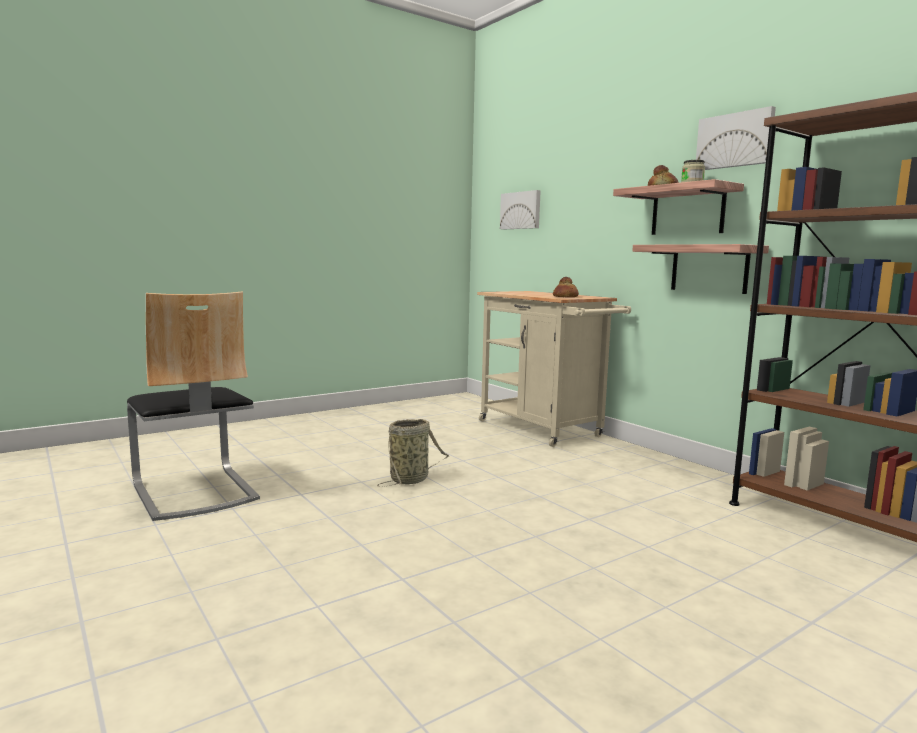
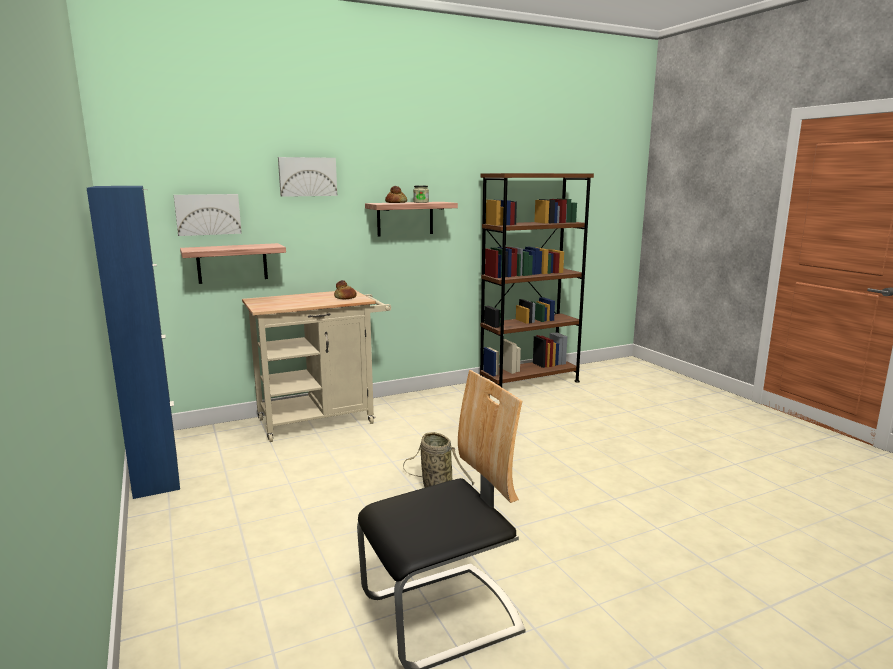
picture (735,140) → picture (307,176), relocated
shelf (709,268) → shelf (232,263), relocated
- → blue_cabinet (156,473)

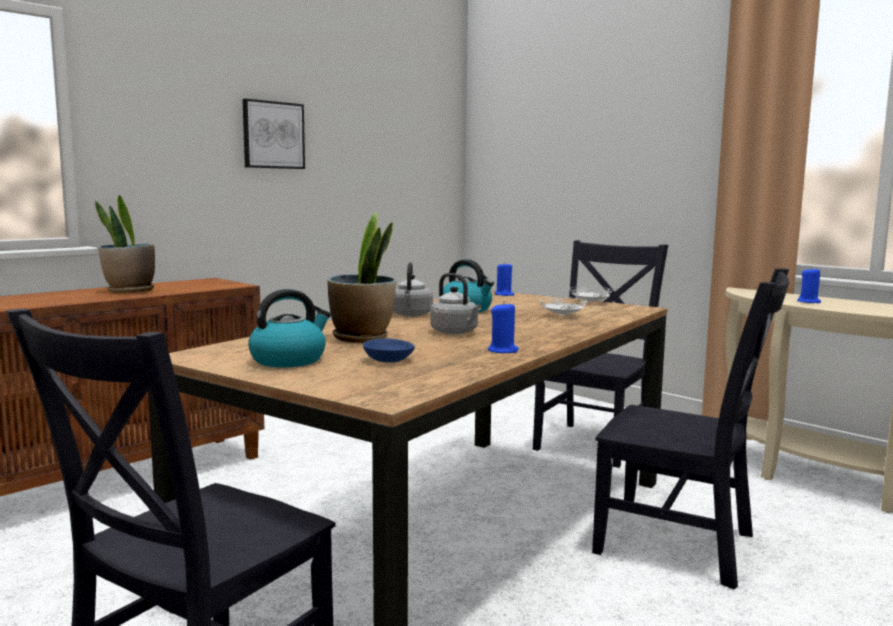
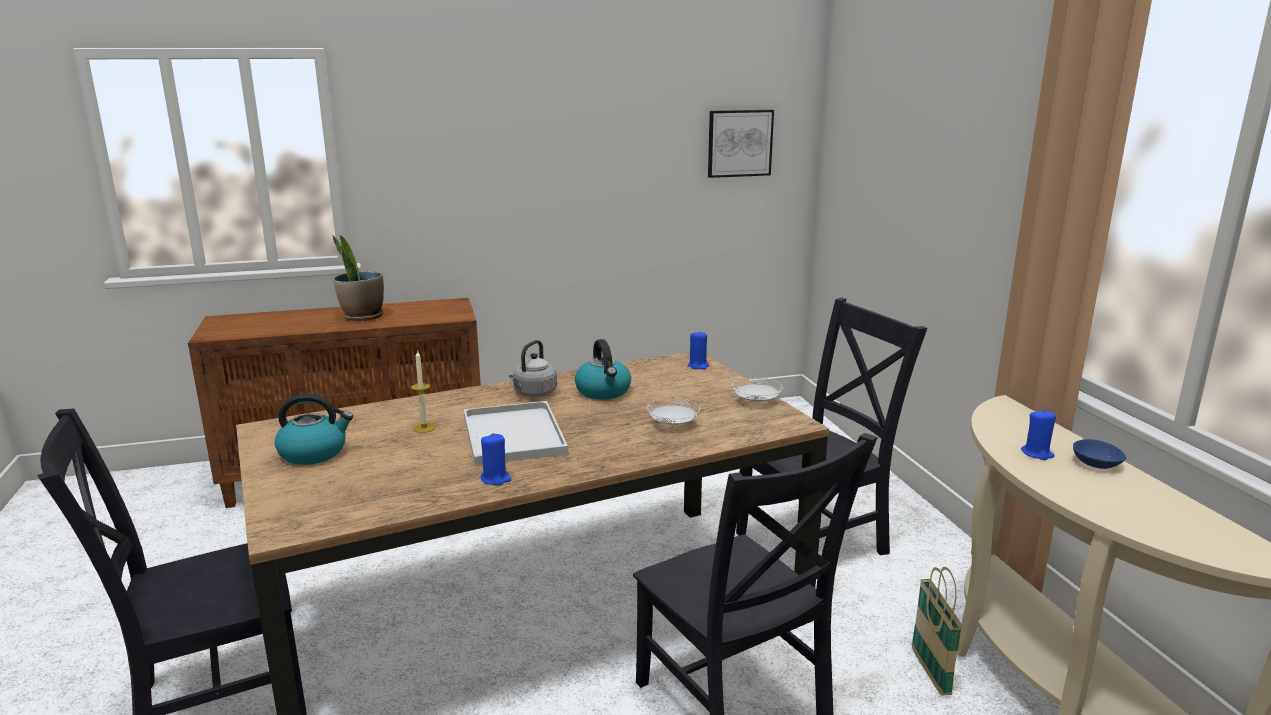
picture (273,135) → picture (739,143), relocated
potted_plant (362,338) → candle (424,428)
grey_kettle (456,332) → white_tray (515,435)
blue_bowl (387,360) → blue_bowl (1094,463), relocated
- → basket (930,672)

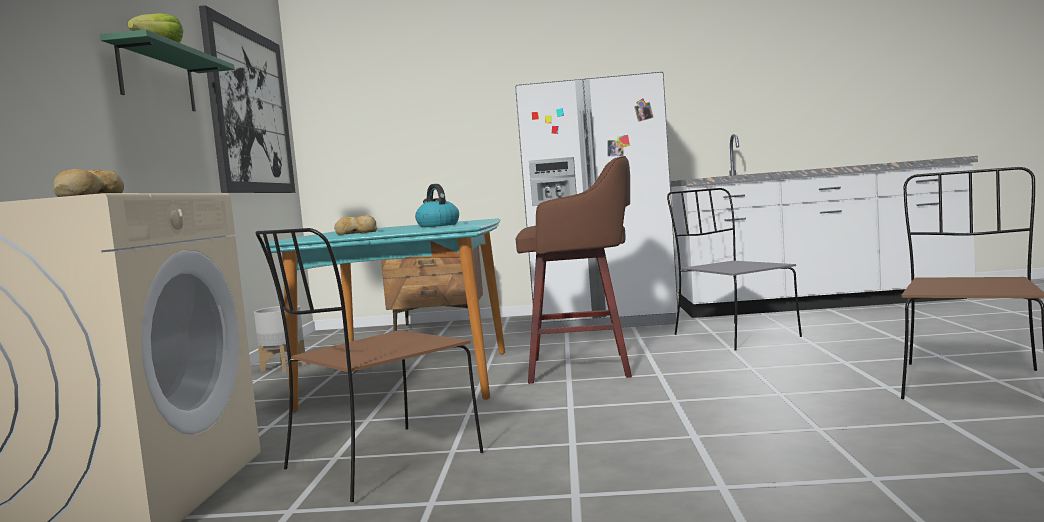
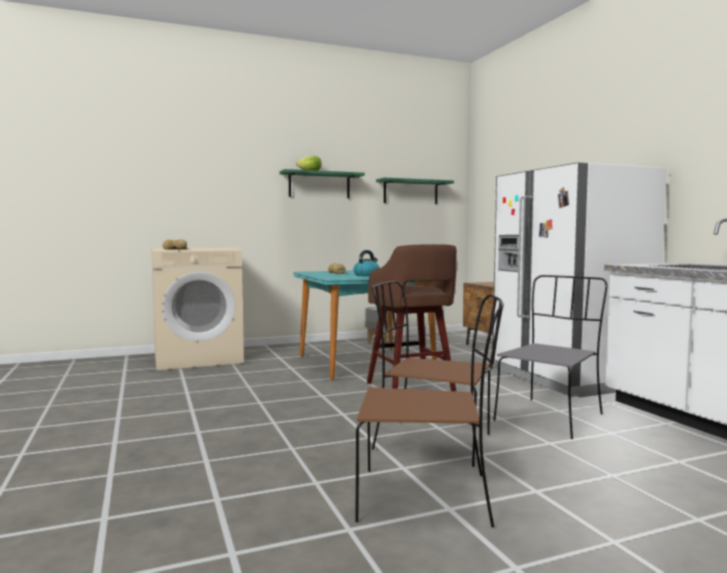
picture (250,111) → green_shelf (410,192)
brown_chair (379,463) → brown_chair (429,442), relocated

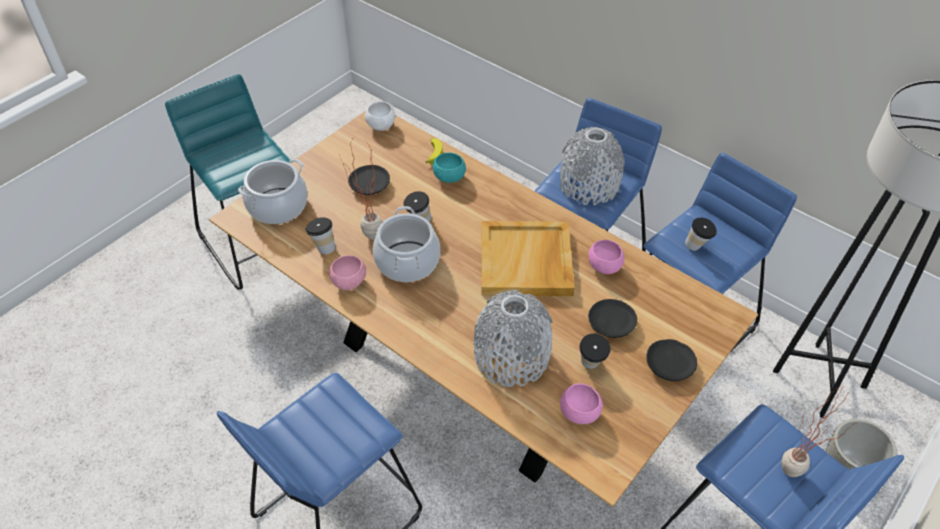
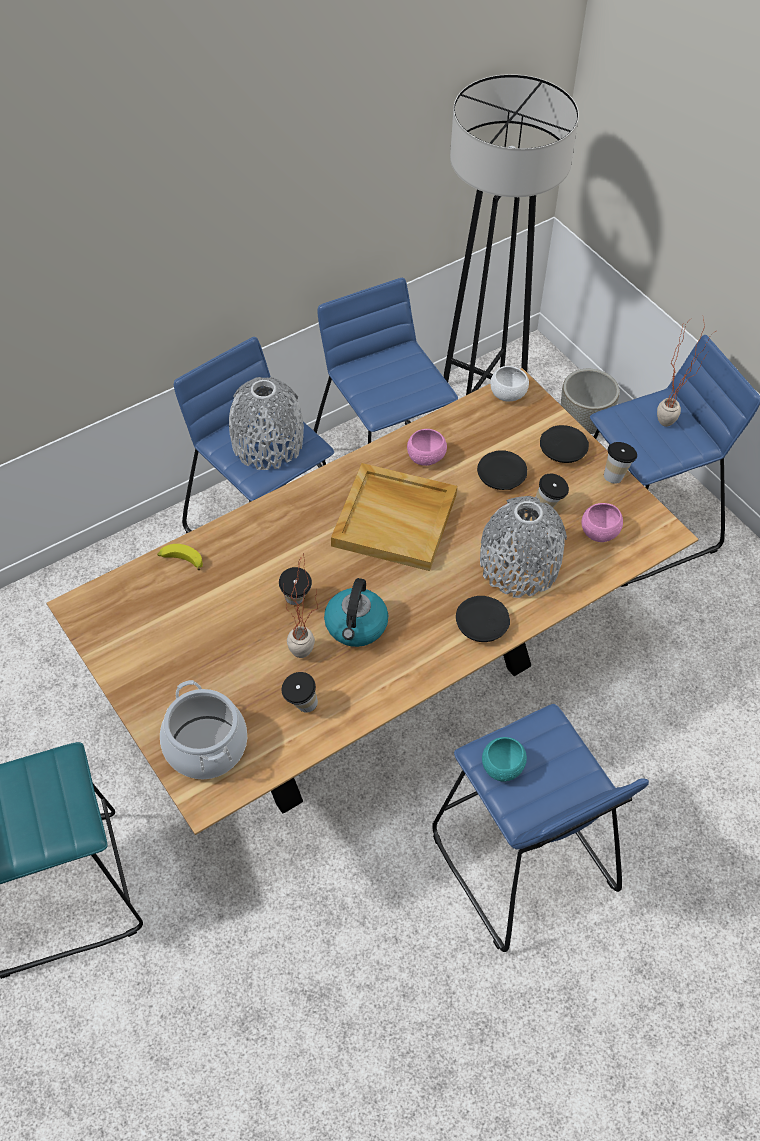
white_bowl (381,126) → white_bowl (508,395), relocated
turquoise_bowl (449,177) → turquoise_bowl (502,768), relocated
black_plate (369,185) → black_plate (482,625), relocated
cooking_pot (407,262) → kettle (356,626)
cup (697,247) → cup (616,475), relocated
pink_bowl (349,282) → -

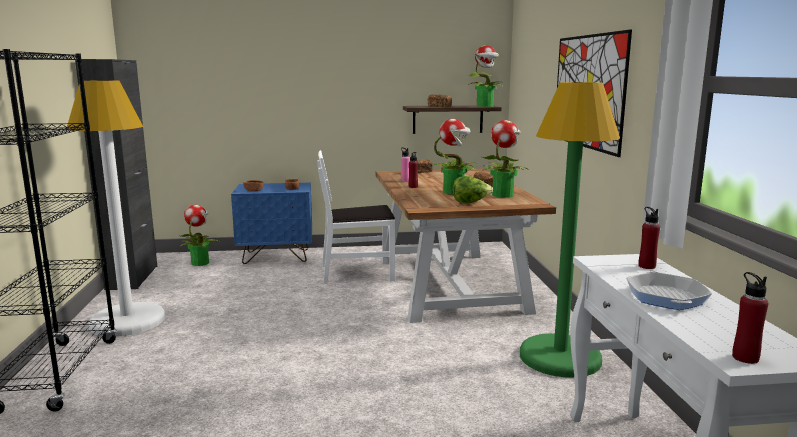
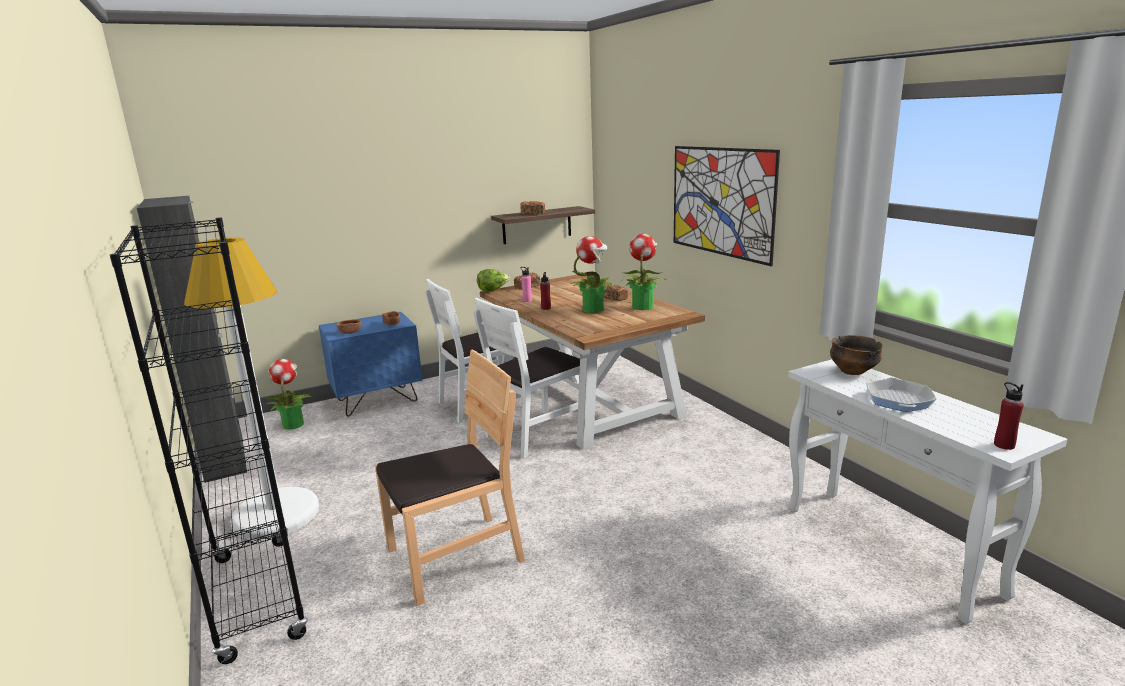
potted_plant (485,106) → -
green_floor_lamp (559,357) → -
lettuce (470,203) → lettuce (493,290), relocated
red_bottle (646,266) → bowl (853,371)
frying_pan (666,297) → frying_pan (898,400), 150 degrees counterclockwise
- → white_chair (537,433)
- → brown_chair (455,556)

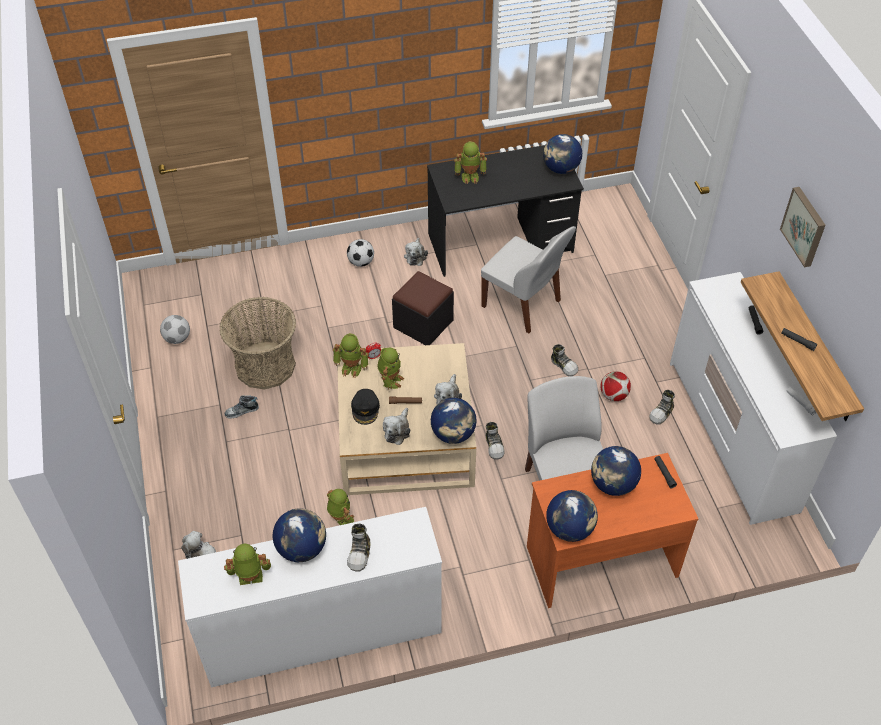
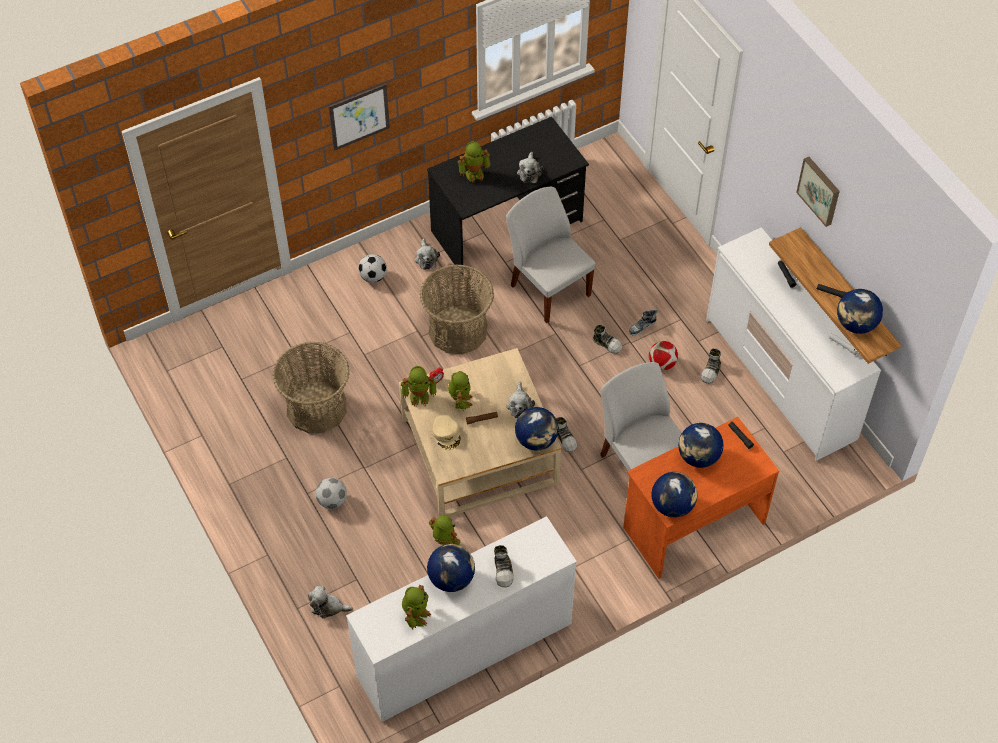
globe (561,169) → globe (856,324), relocated
white_chair (523,305) → white_chair (549,289), 150 degrees counterclockwise
black_ottoman (423,324) → basket (458,330)
football (177,338) → football (332,501), relocated
black_cap (365,409) → beige_cap (447,434)
shoe (242,411) → shoe (642,326), relocated
plush_toy (397,430) → plush_toy (529,172), relocated
toy_robot (250,578) → toy_robot (416,615), 135 degrees clockwise
- → picture (359,116)

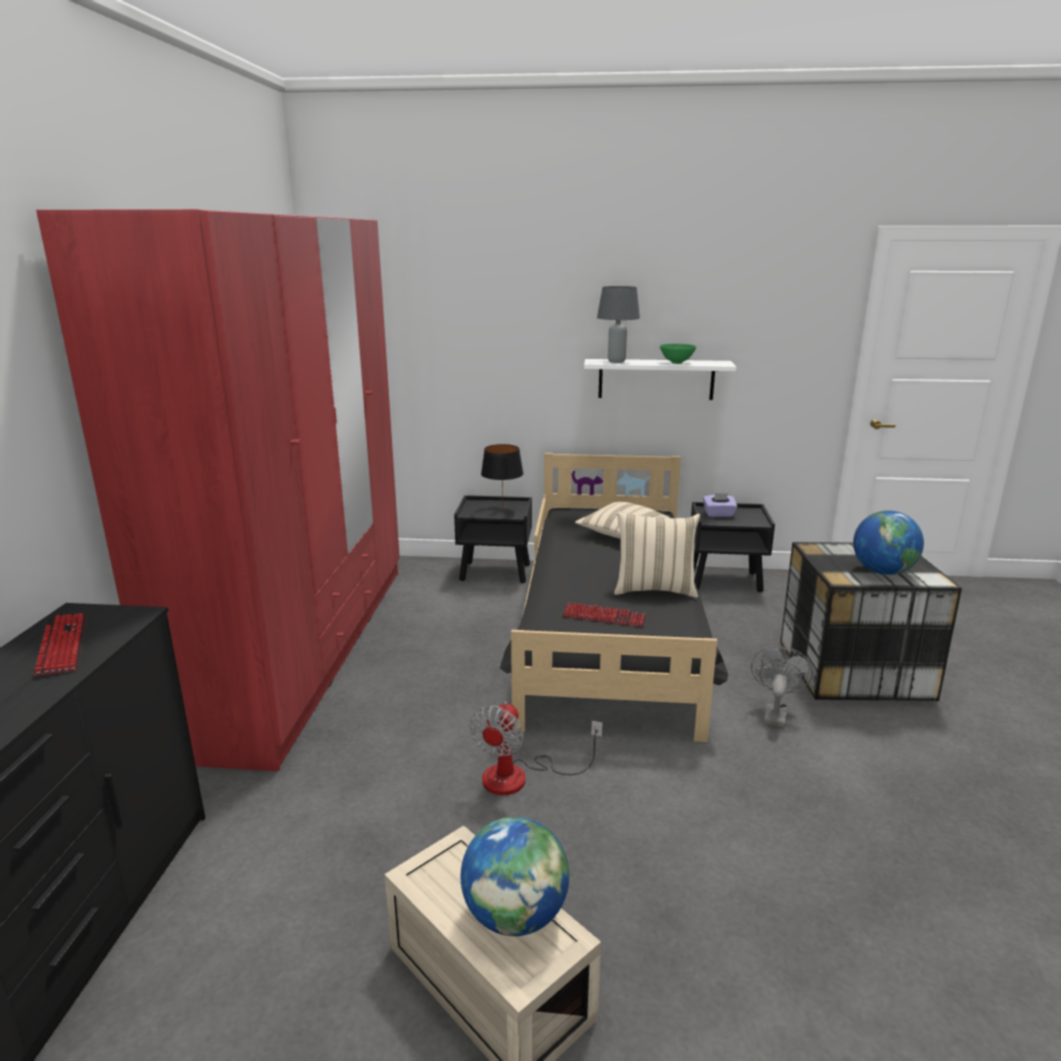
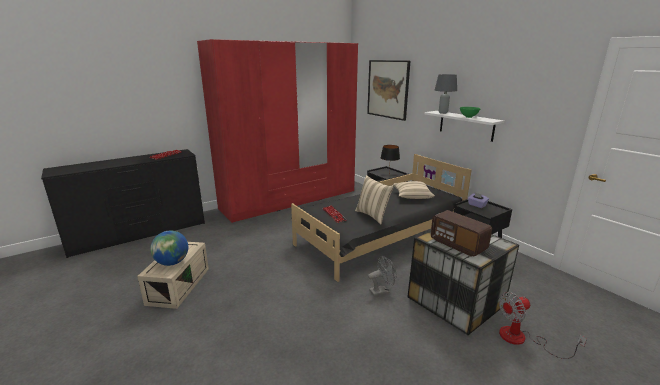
globe (882,572) → radio (458,245)
fan (520,776) → fan (522,339), relocated
- → picture (388,89)

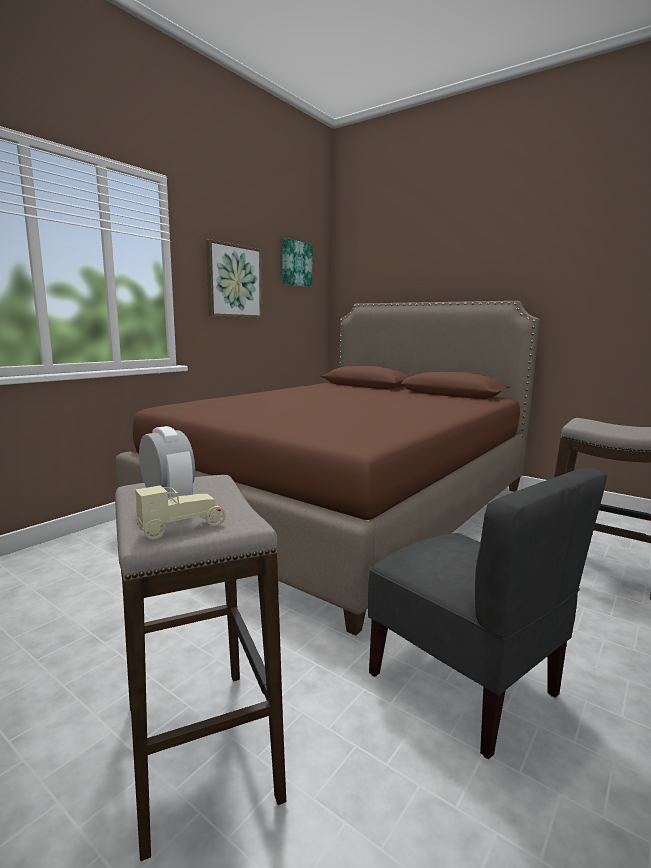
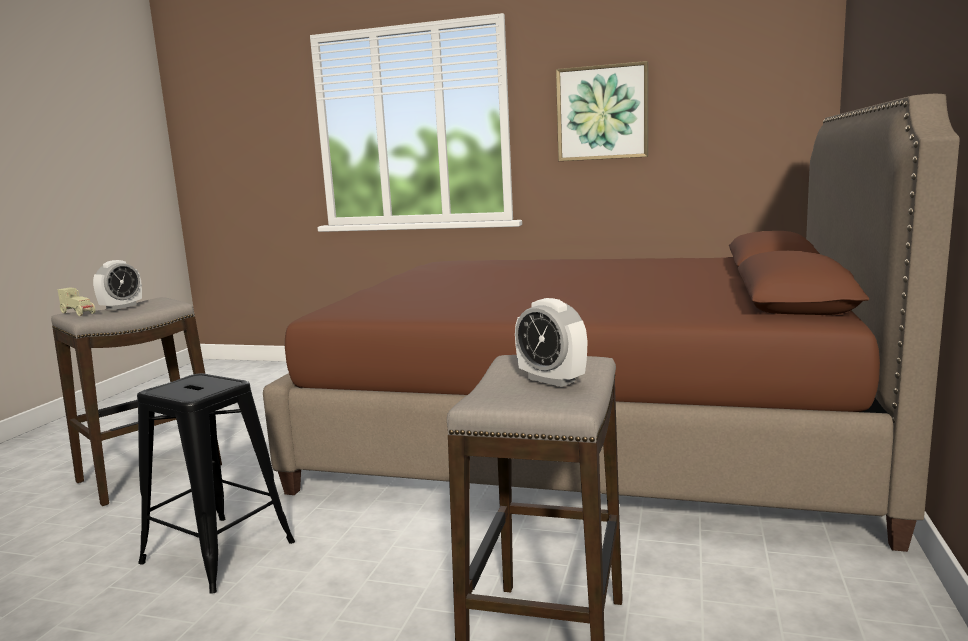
picture (296,263) → -
grey_chair (464,683) → black_stool (219,552)
- → alarm_clock (551,380)

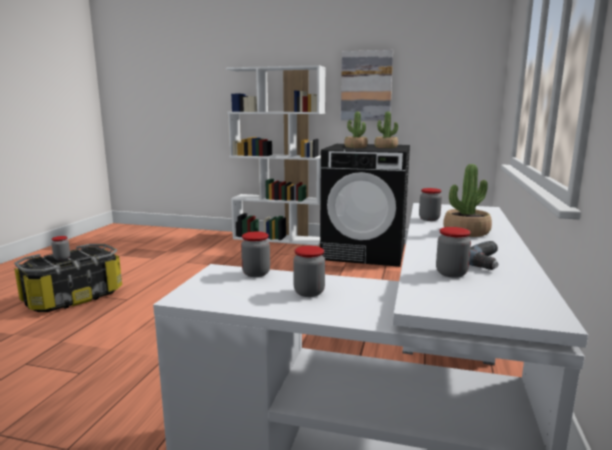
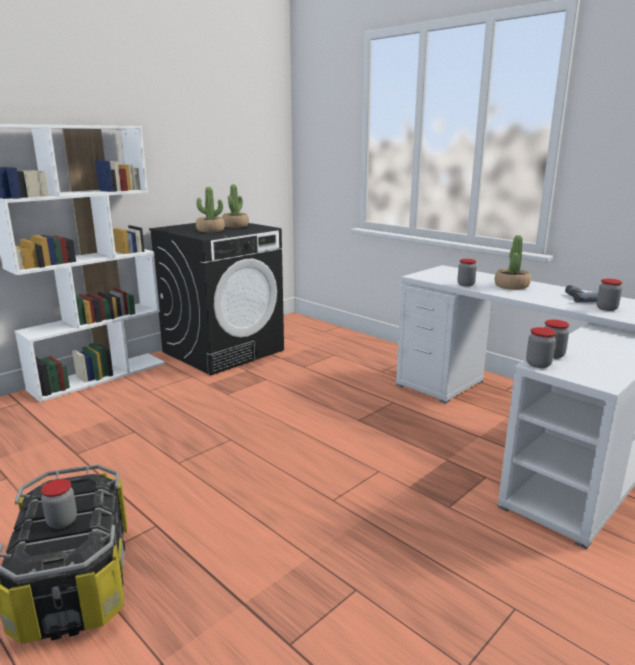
picture (366,86) → -
jar (309,292) → jar (538,364), relocated

